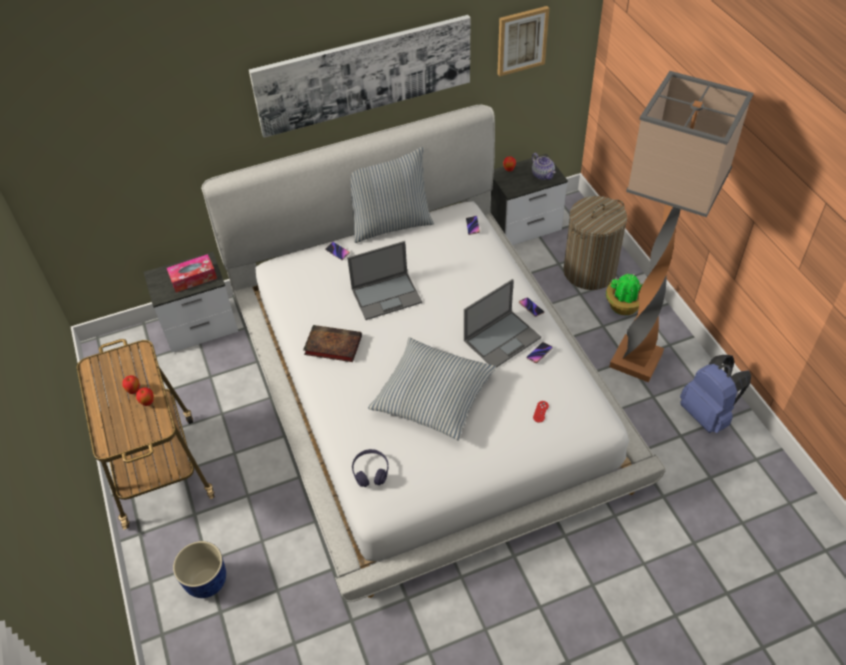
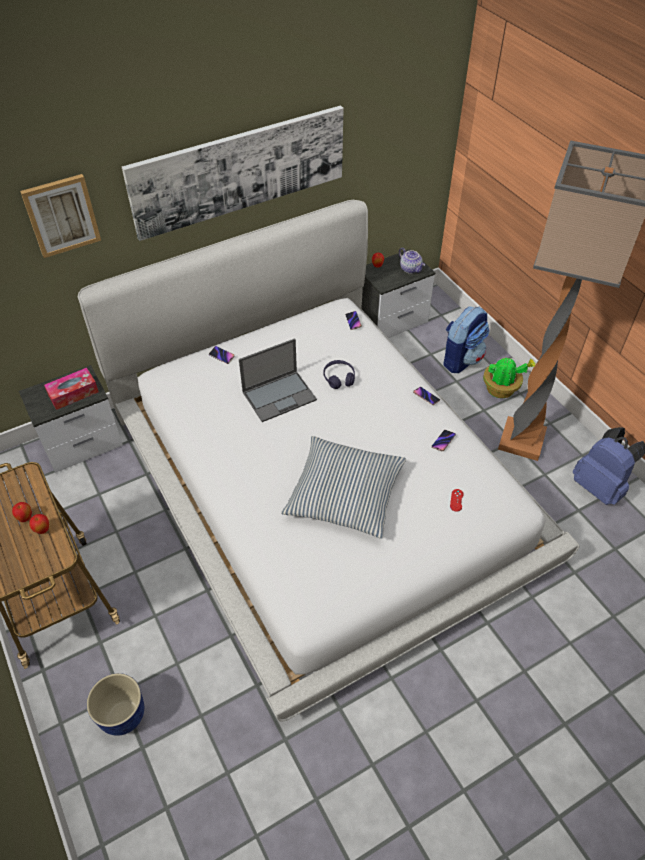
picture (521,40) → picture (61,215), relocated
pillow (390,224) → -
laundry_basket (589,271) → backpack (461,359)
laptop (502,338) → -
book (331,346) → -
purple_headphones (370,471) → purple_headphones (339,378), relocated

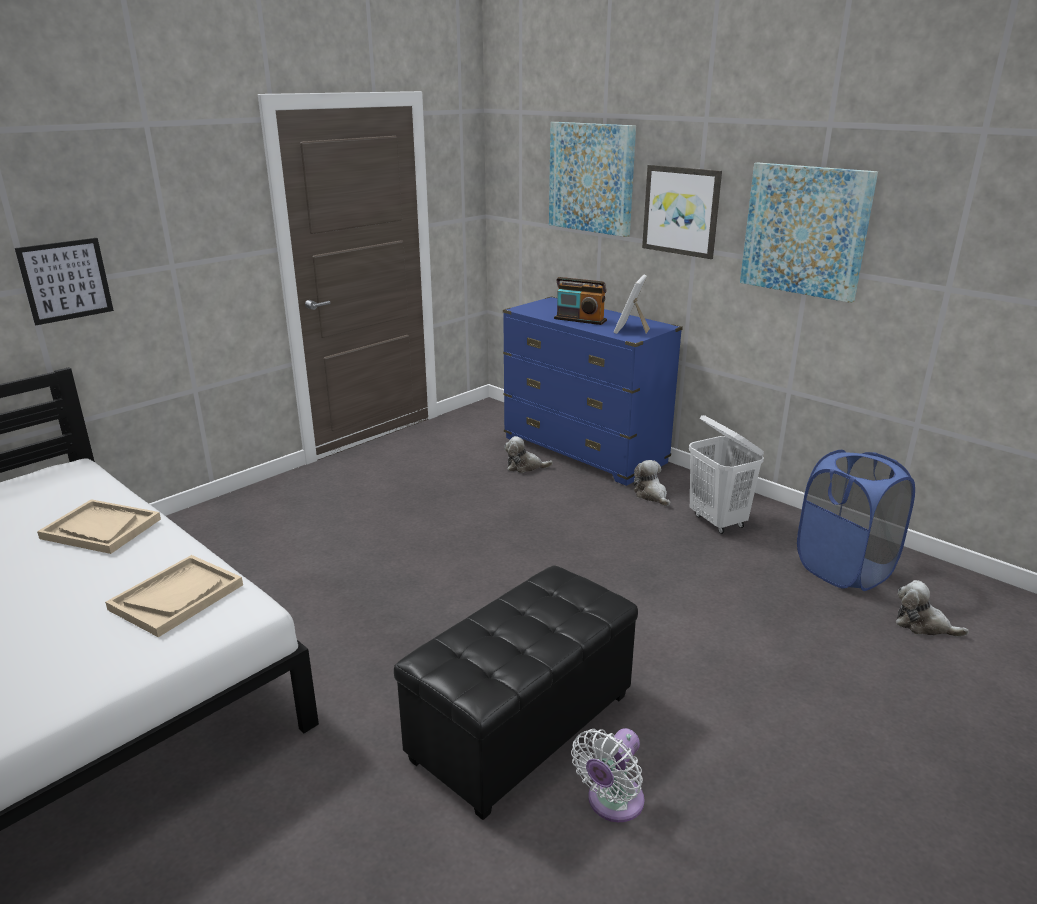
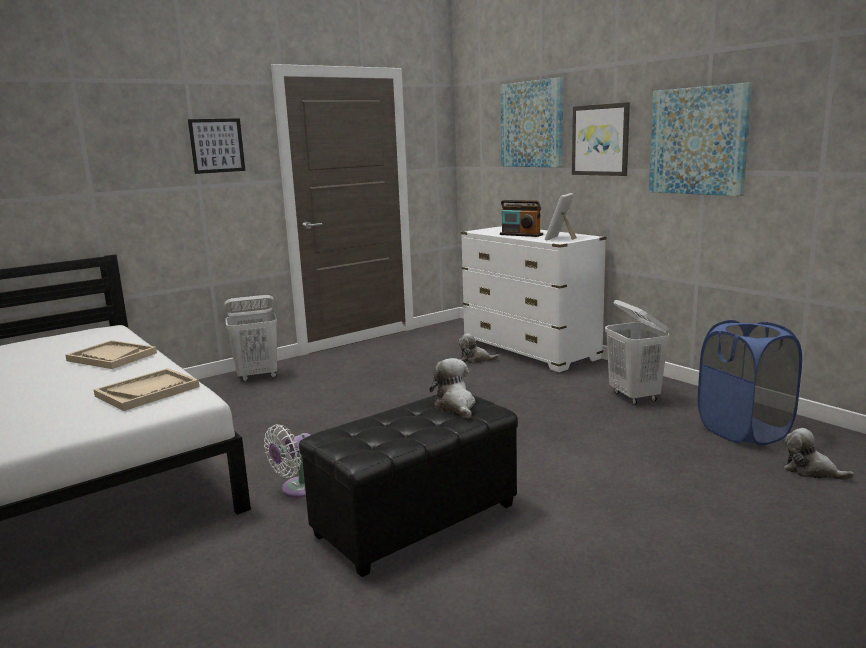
picture (66,280) → picture (217,145), relocated
blue_dresser (584,451) → white_dresser (530,351)
plush_toy (651,495) → plush_toy (455,406), relocated
white_fan (612,803) → white_fan (297,489), relocated
- → white_laundry_basket (258,376)

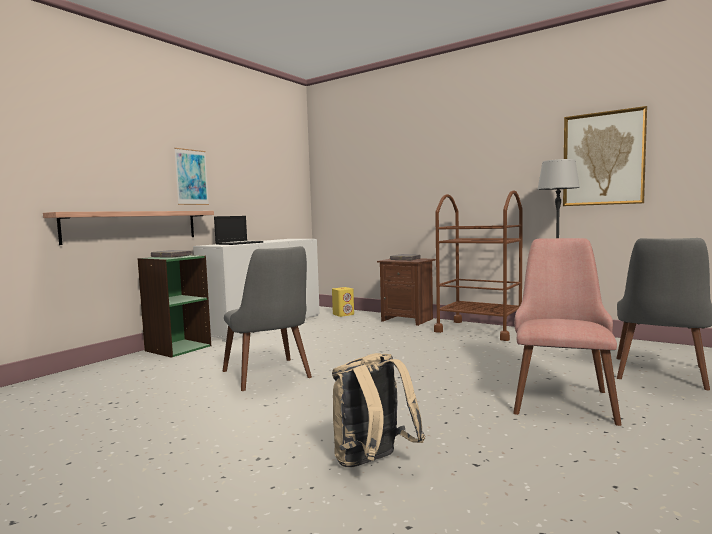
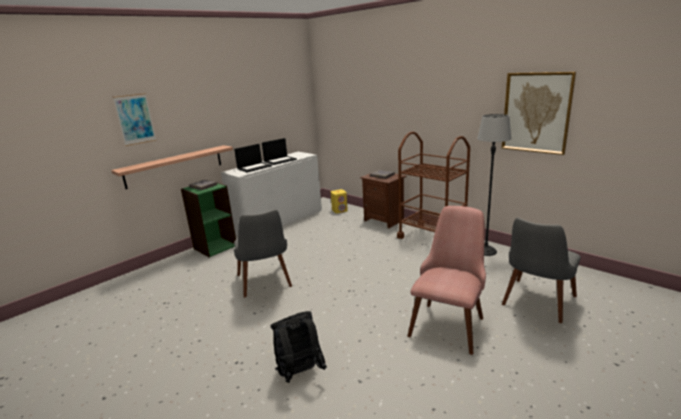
picture (191,177) → picture (135,119), relocated
beige_backpack (372,463) → black_backpack (299,373)
- → laptop (280,160)

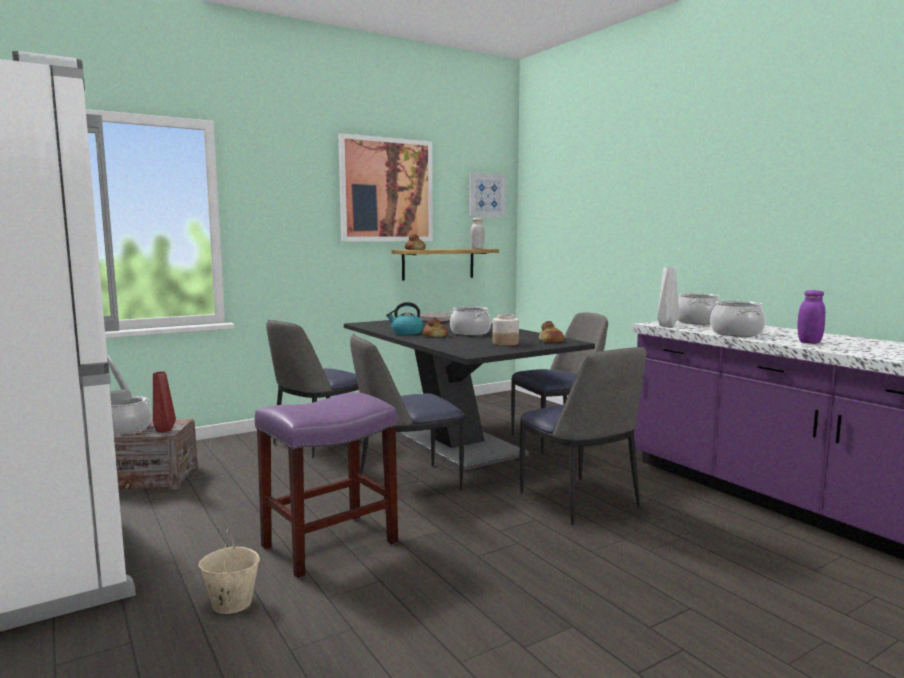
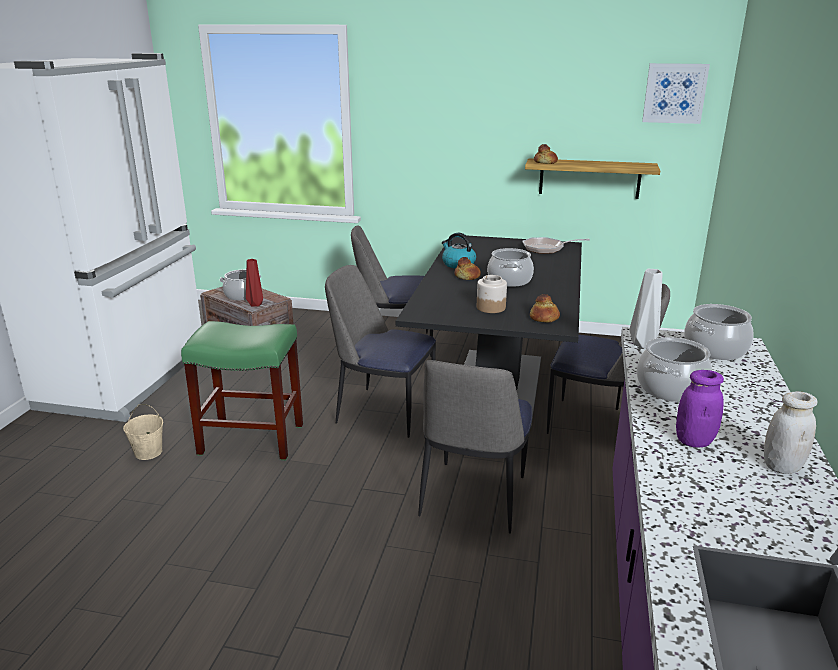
picture (386,190) → -
white_jar (477,248) → white_jar (782,466), relocated
purple_stool (329,545) → green_stool (250,439)

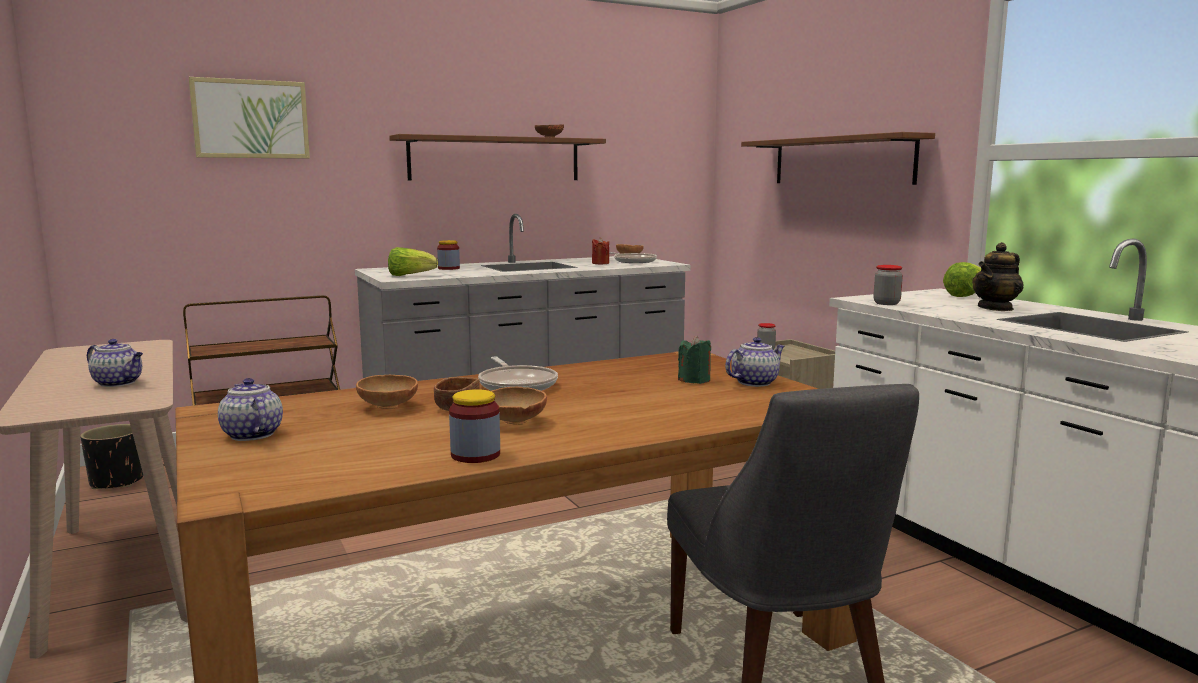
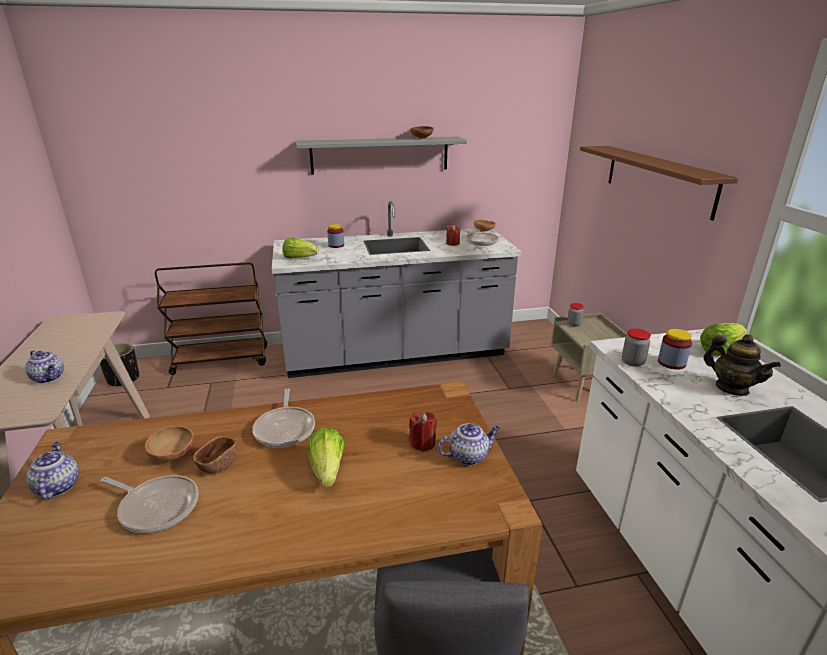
picture (251,119) → -
brown_shelf (495,159) → grey_shelf (380,155)
teapot (995,308) → teapot (731,388), 105 degrees counterclockwise
green_candle (694,380) → red_candle (422,443)
brown_bowl (514,423) → -
jar (475,455) → jar (671,363), relocated
- → lettuce (327,469)
- → frying_pan (157,507)

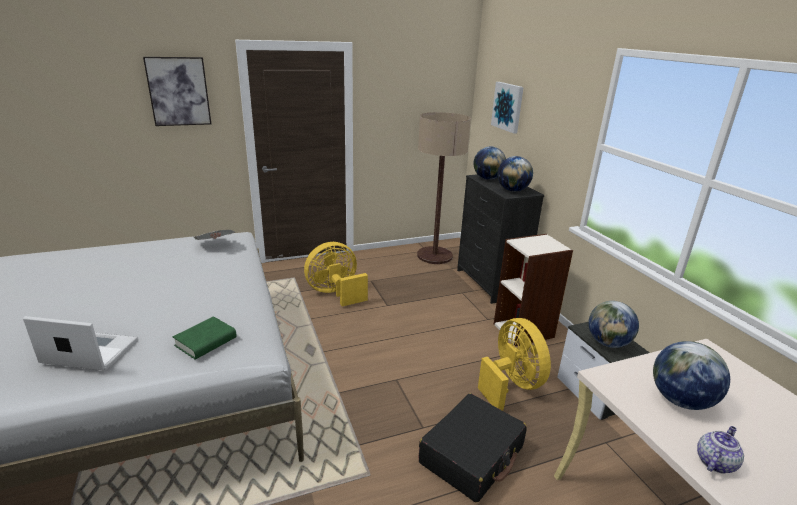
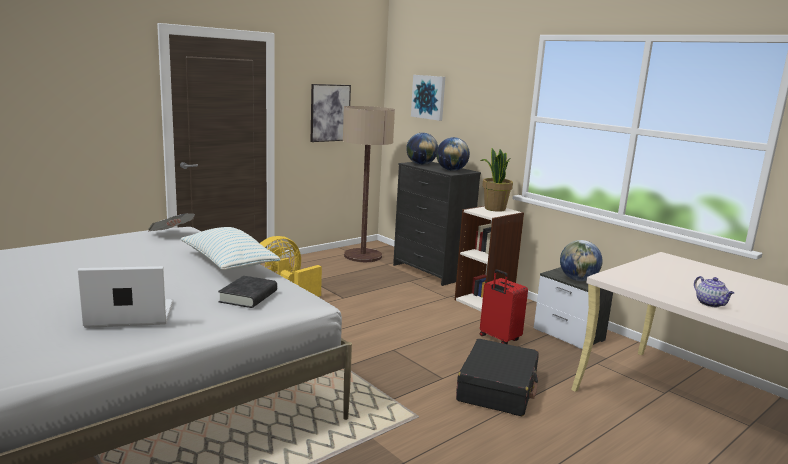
picture (178,91) → picture (330,113), relocated
green_book (206,342) → black_book (248,296)
yellow_fan (511,385) → red_suitcase (499,339)
globe (680,400) → -
teapot (715,462) → teapot (711,304), 135 degrees clockwise
- → potted_plant (494,209)
- → pillow (228,263)

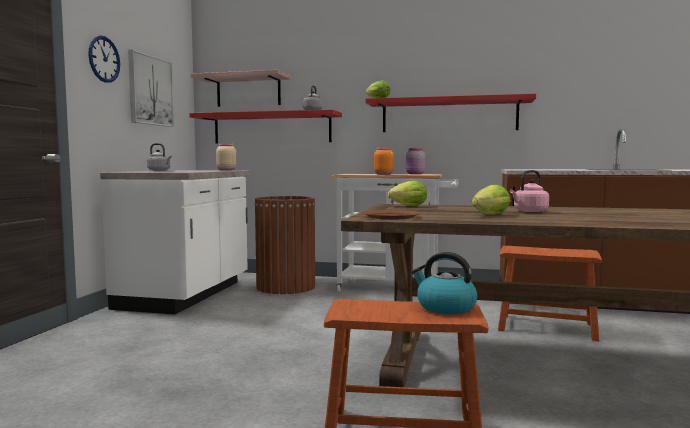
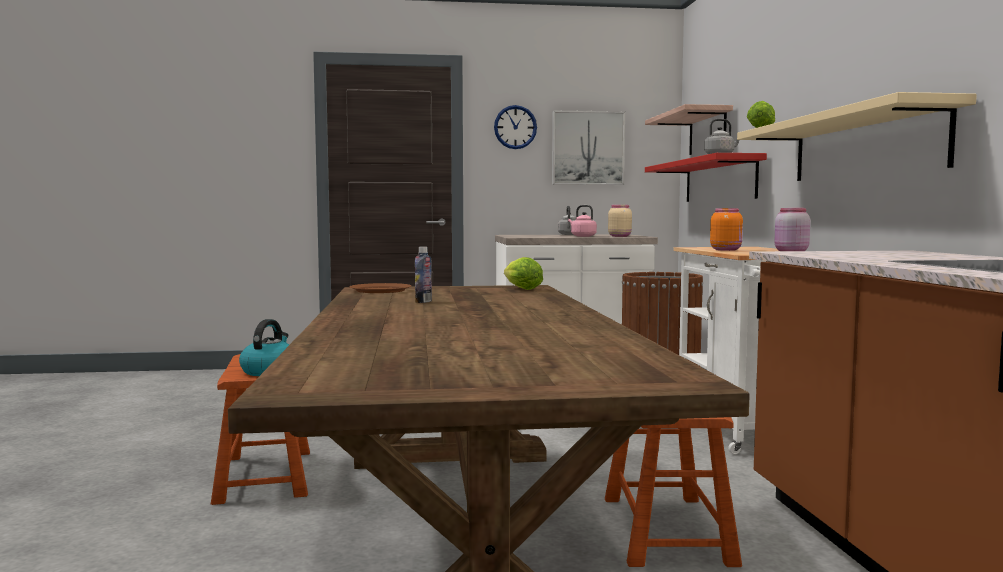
red_shelf (449,115) → beige_shelf (864,146)
pink_kettle (529,211) → pink_kettle (582,236), relocated
lettuce (489,215) → bottle (423,302)

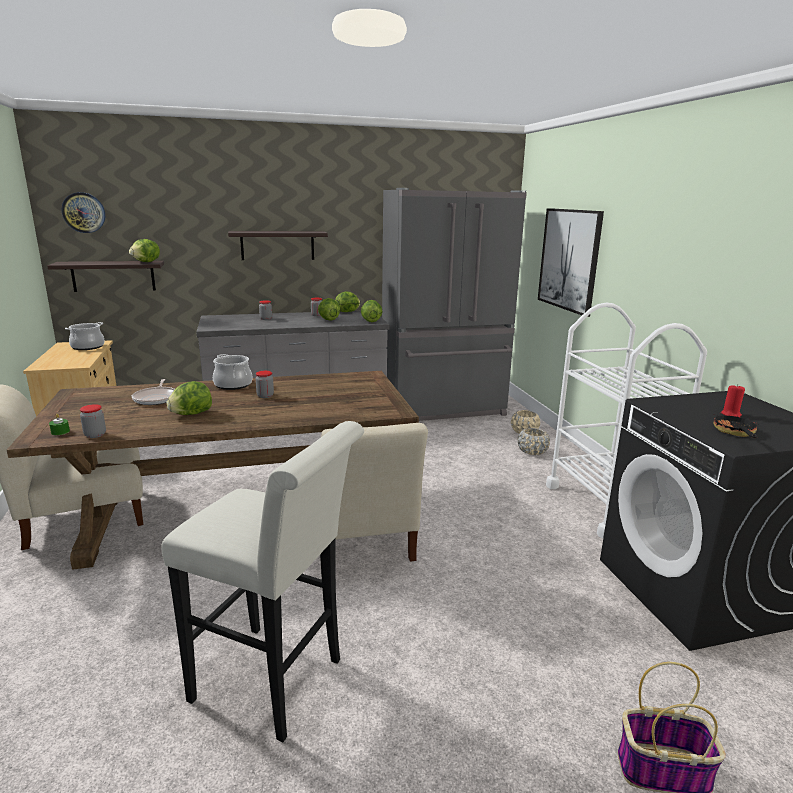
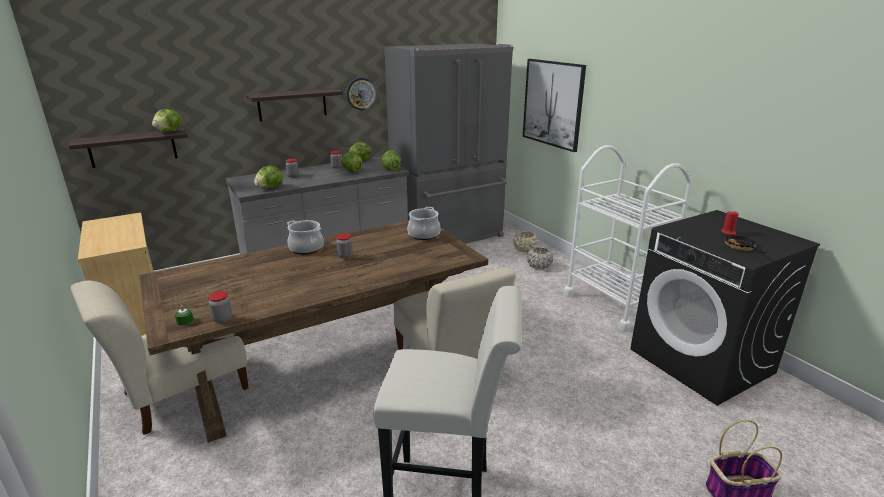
wall_clock (84,212) → wall_clock (361,94), relocated
cooking_pot (88,347) → cooking_pot (424,234), relocated
frying_pan (156,398) → -
lettuce (191,414) → lettuce (269,188), relocated

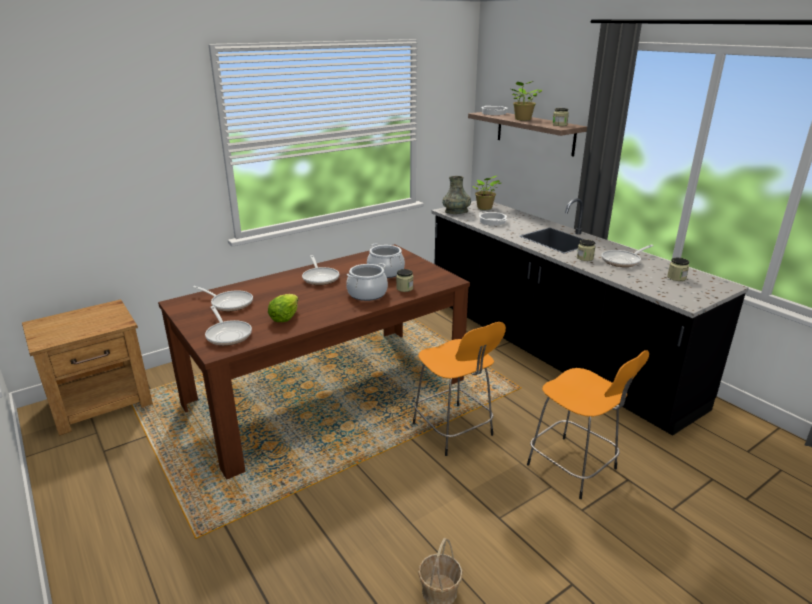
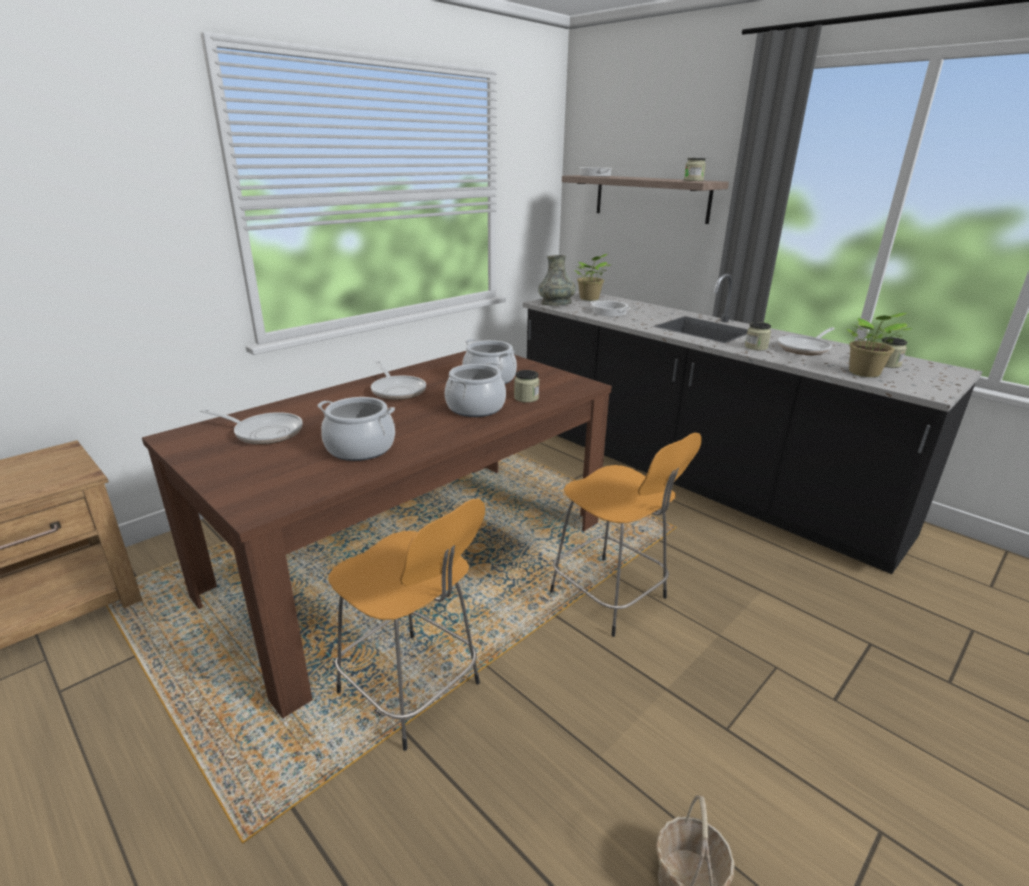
potted_plant (522,119) → potted_plant (864,373), relocated
lettuce (284,318) → cooking_pot (360,448)
frying_pan (228,334) → -
orange_stool (574,468) → orange_stool (412,691), relocated

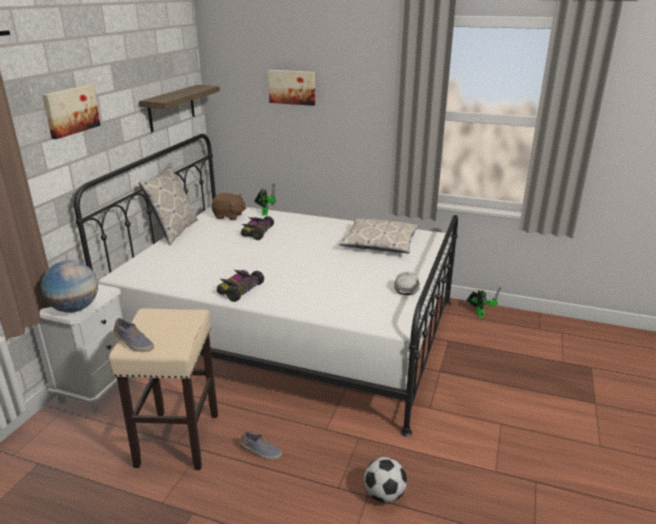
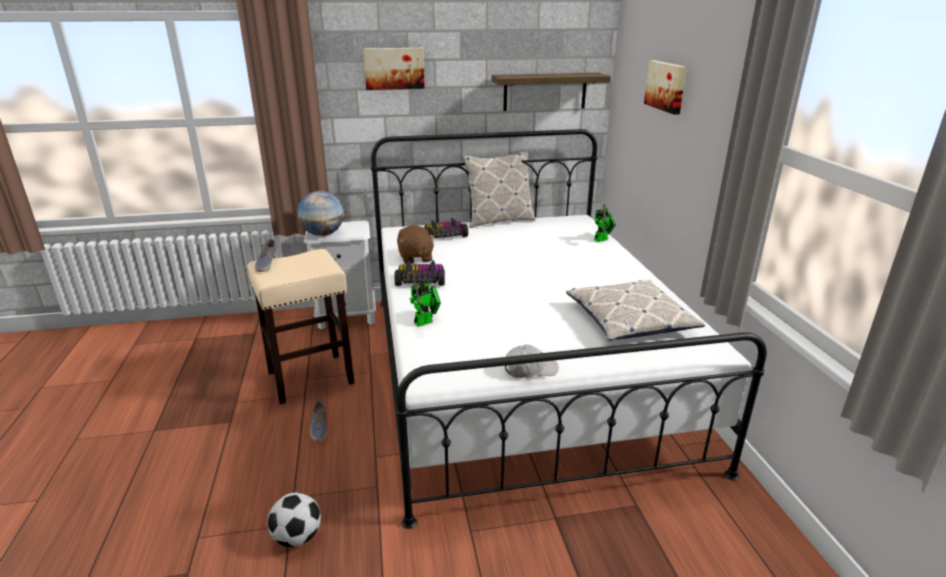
brown_plush_toy (229,216) → brown_plush_toy (415,258), relocated
toy_car (256,232) → toy_car (445,235), relocated
toy_robot (479,313) → toy_robot (426,322), relocated

